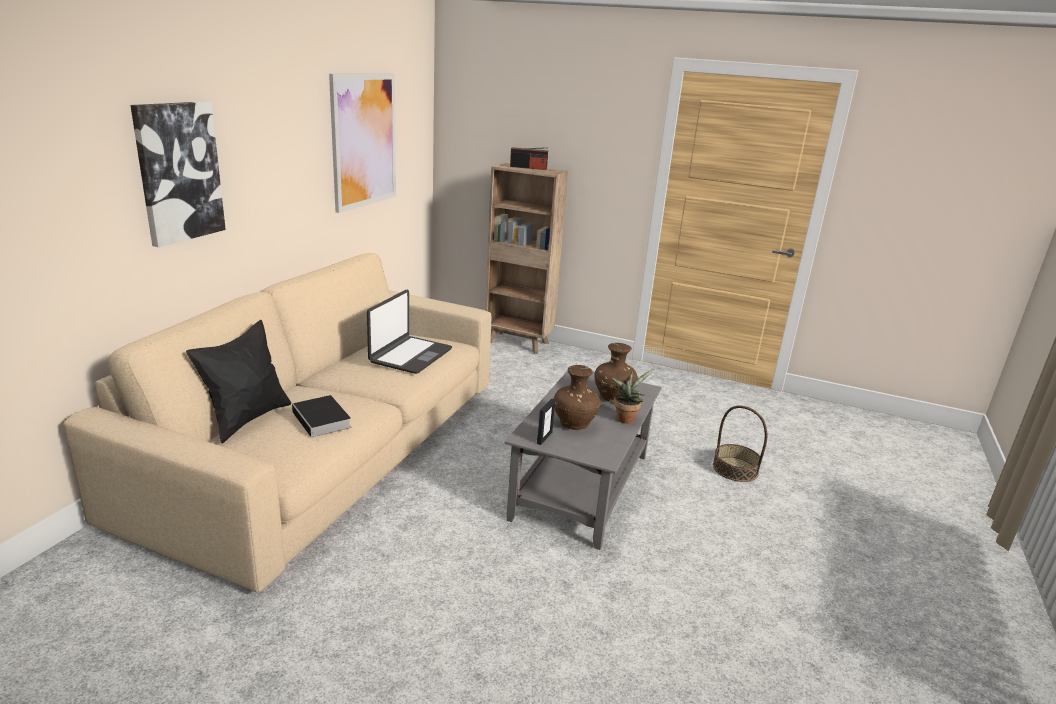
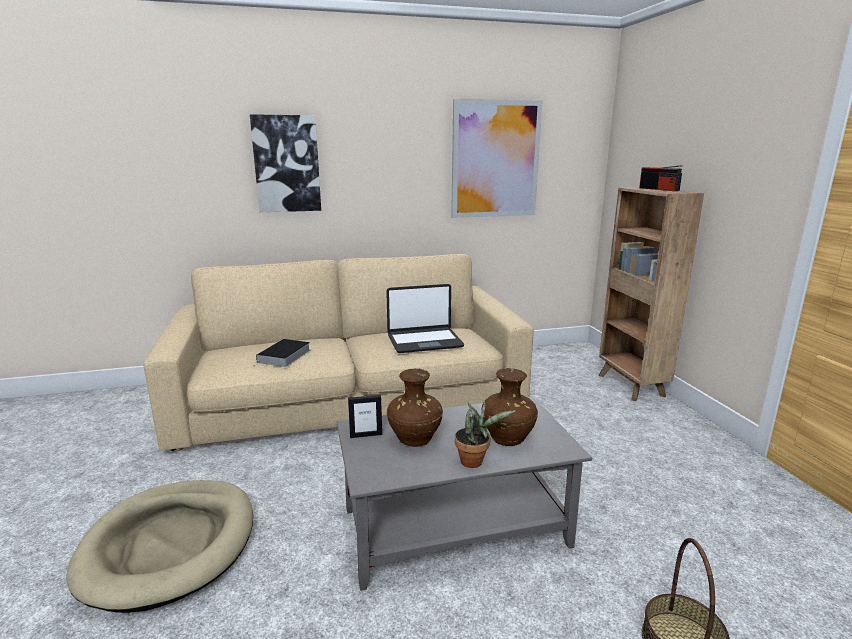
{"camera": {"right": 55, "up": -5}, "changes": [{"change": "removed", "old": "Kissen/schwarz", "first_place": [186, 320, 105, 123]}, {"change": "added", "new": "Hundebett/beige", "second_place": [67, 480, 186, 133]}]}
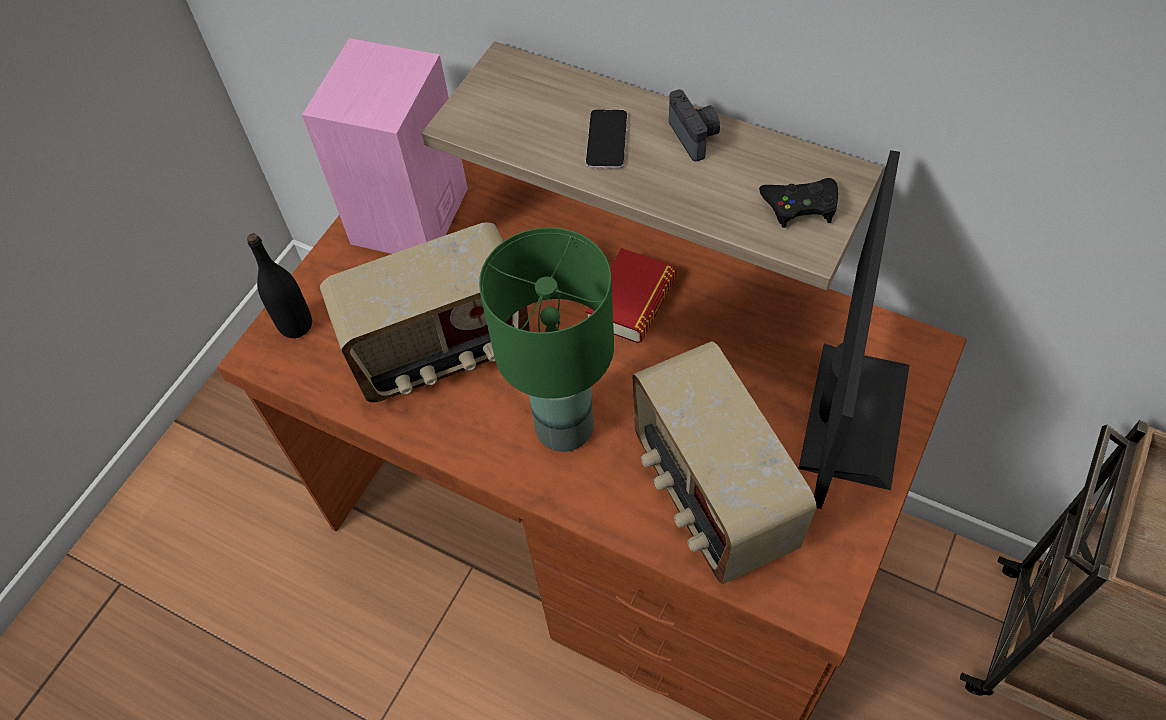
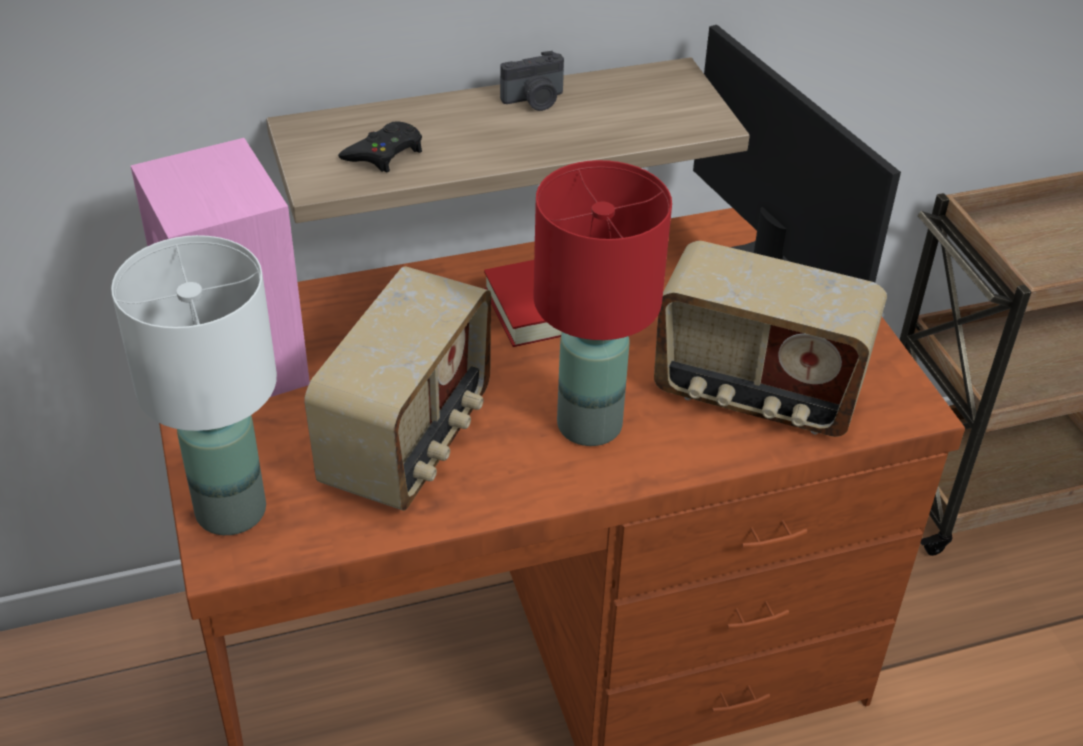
{"camera": {"right": -50, "up": -15}, "changes": [{"change": "removed", "old": "Handy", "first_place": [585, 109, 43, 60]}, {"change": "moved", "old": "Gamepad/schwarz", "first_place": [759, 178, 79, 50], "second_place": [338, 121, 84, 51]}, {"change": "replaced", "old": "Flasche/schwarz", "new": "Tischlampe/weiß", "first_place": [247, 233, 65, 105], "second_place": [111, 235, 166, 300]}, {"change": "recoloured", "old": "Tischlampe/grün", "new": "Tischlampe/rot", "first_place": [479, 227, 135, 225], "second_place": [533, 160, 139, 286]}, {"change": "turned", "old": "Kamera", "first_place": [669, 89, 51, 73], "second_place": [500, 51, 64, 60], "degrees": 135}]}
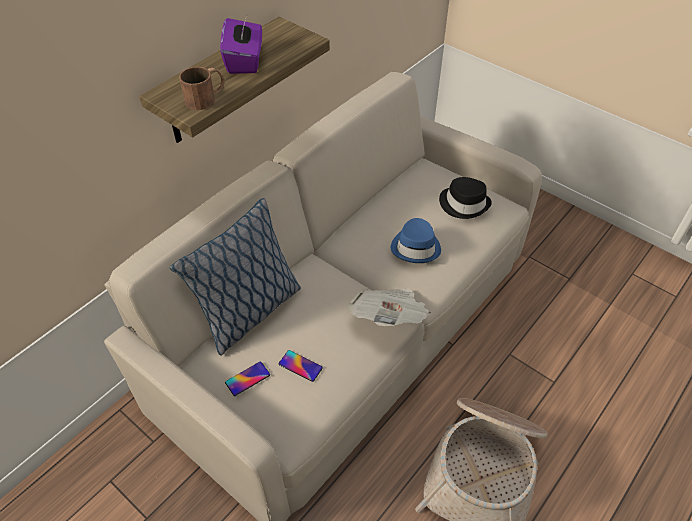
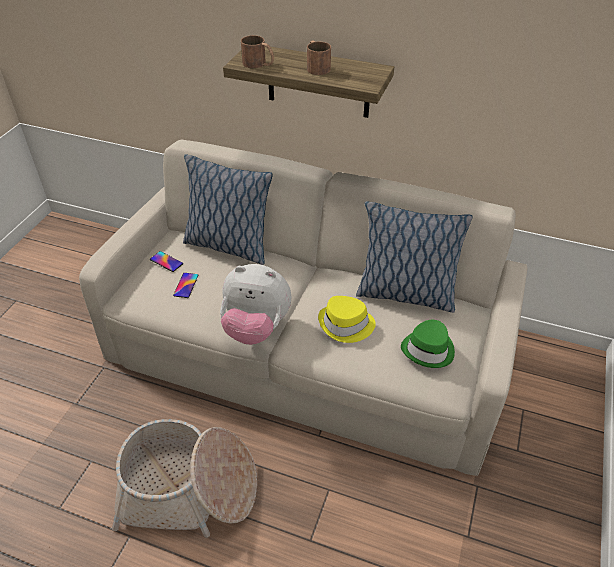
{"camera": {"right": 70, "up": -5}, "changes": [{"change": "added", "new": "Kissen", "second_place": [356, 201, 117, 112]}, {"change": "replaced", "old": "Taschentuchbox/lila", "new": "Henkelbecher/braun", "first_place": [220, 13, 42, 61], "second_place": [307, 40, 24, 35]}, {"change": "replaced", "old": "Zeitung", "new": "Plüschtier", "first_place": [348, 288, 83, 38], "second_place": [220, 264, 72, 81]}, {"change": "recoloured", "old": "Hut/blau", "new": "Hut/gelb", "first_place": [391, 218, 50, 45], "second_place": [318, 296, 58, 47]}, {"change": "recoloured", "old": "Hut/schwarz", "new": "Hut/grün", "first_place": [439, 177, 53, 42], "second_place": [401, 320, 54, 48]}]}
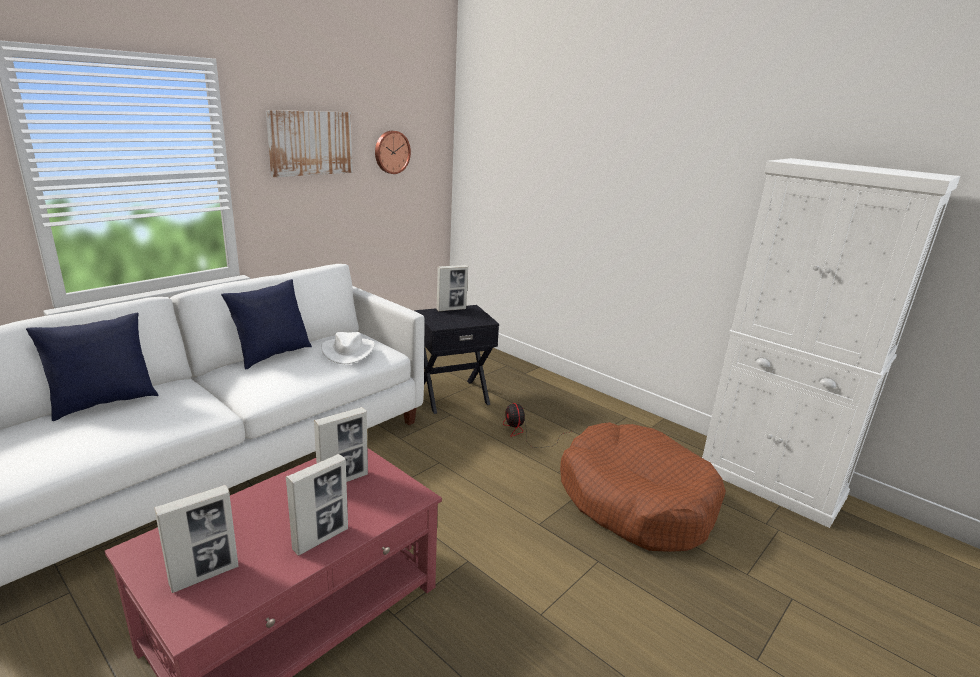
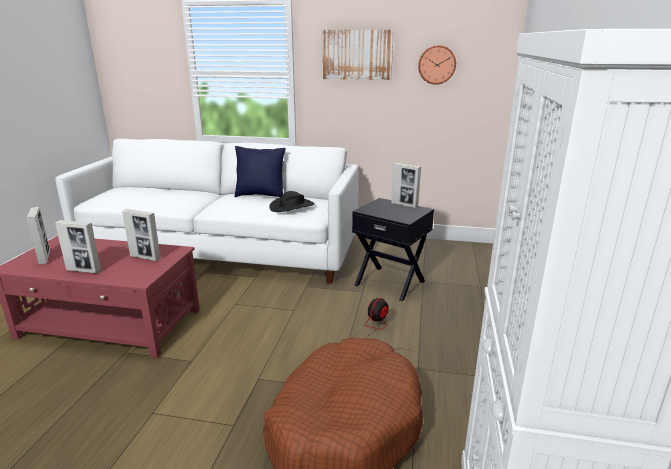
{"camera": {"right": 60, "up": 0}, "changes": [{"change": "removed", "old": "Kissen/blau", "first_place": [26, 313, 133, 108]}, {"change": "recoloured", "old": "Hut/weiß", "new": "Hut/schwarz", "first_place": [321, 332, 54, 32], "second_place": [269, 191, 46, 21]}, {"change": "turned", "old": "Bilderrahmen", "first_place": [154, 485, 85, 108], "second_place": [26, 207, 24, 58], "degrees": -135}]}
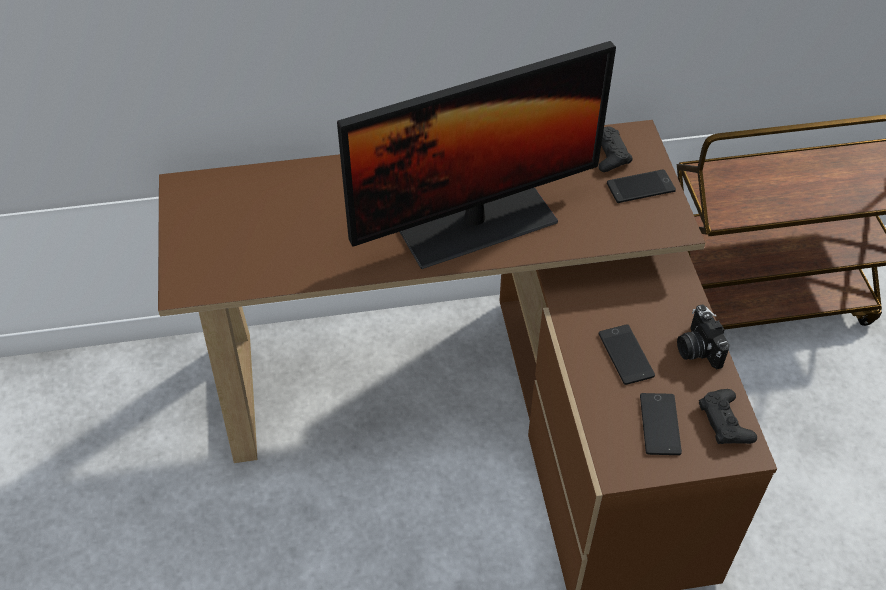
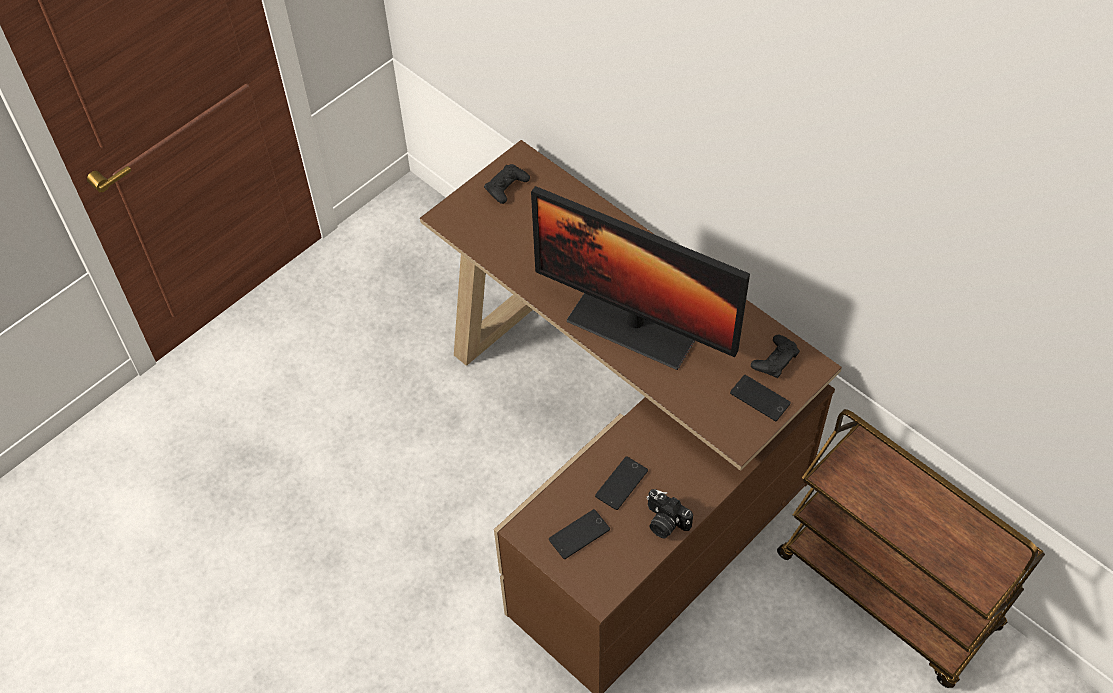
{"camera": {"right": 55, "up": 5}, "changes": [{"change": "moved", "old": "Gamepad/schwarz", "first_place": [699, 389, 58, 55], "second_place": [484, 164, 46, 40]}, {"change": "turned", "old": "Kamera", "first_place": [677, 305, 53, 64], "second_place": [647, 489, 46, 49], "degrees": -90}]}
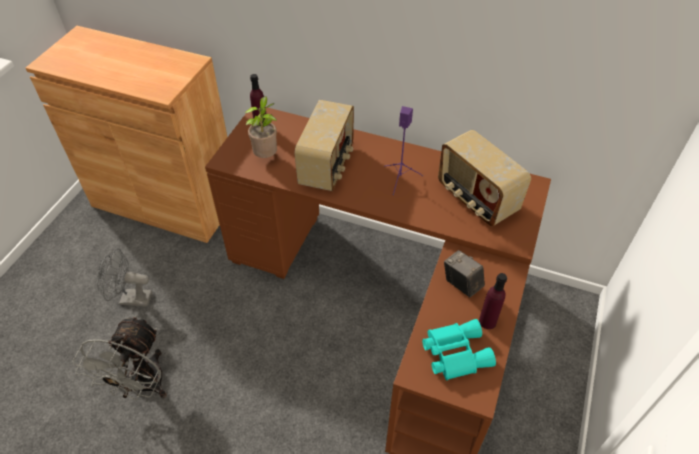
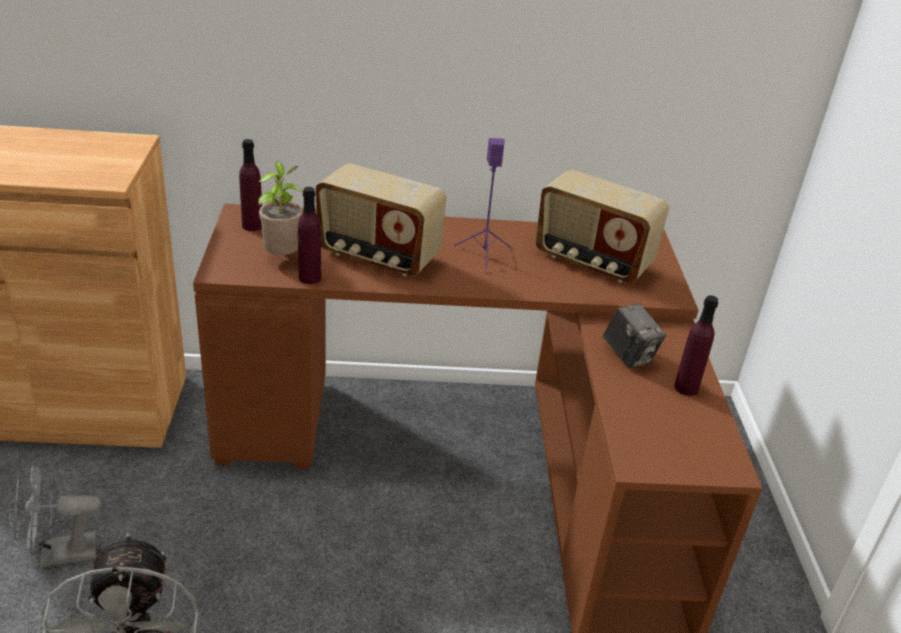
{"camera": {"right": -25, "up": -15}, "changes": [{"change": "removed", "old": "Fernglas/türkis", "first_place": [422, 319, 74, 62]}, {"change": "added", "new": "Flasche/lila", "second_place": [298, 187, 23, 97]}, {"change": "turned", "old": "Radio", "first_place": [294, 100, 60, 91], "second_place": [316, 163, 131, 113], "degrees": 120}, {"change": "turned", "old": "Kamera", "first_place": [444, 250, 41, 47], "second_place": [603, 303, 63, 65], "degrees": -150}]}
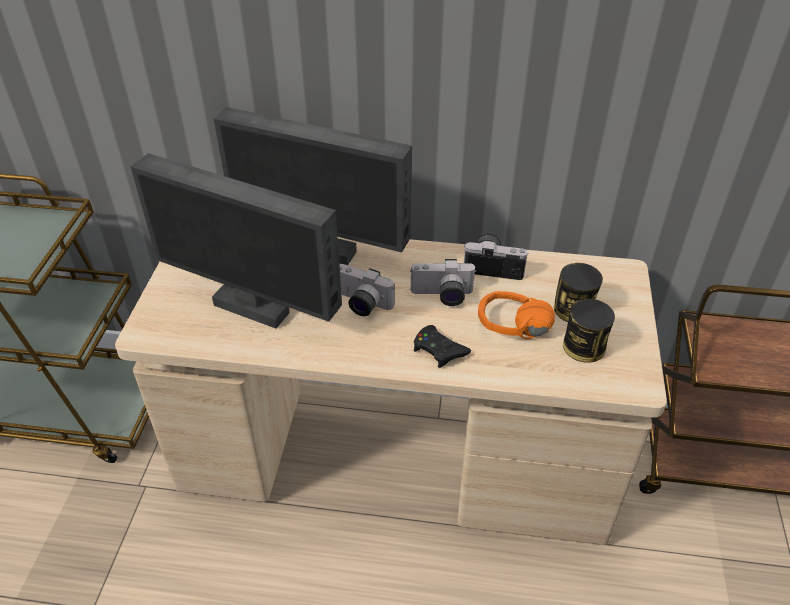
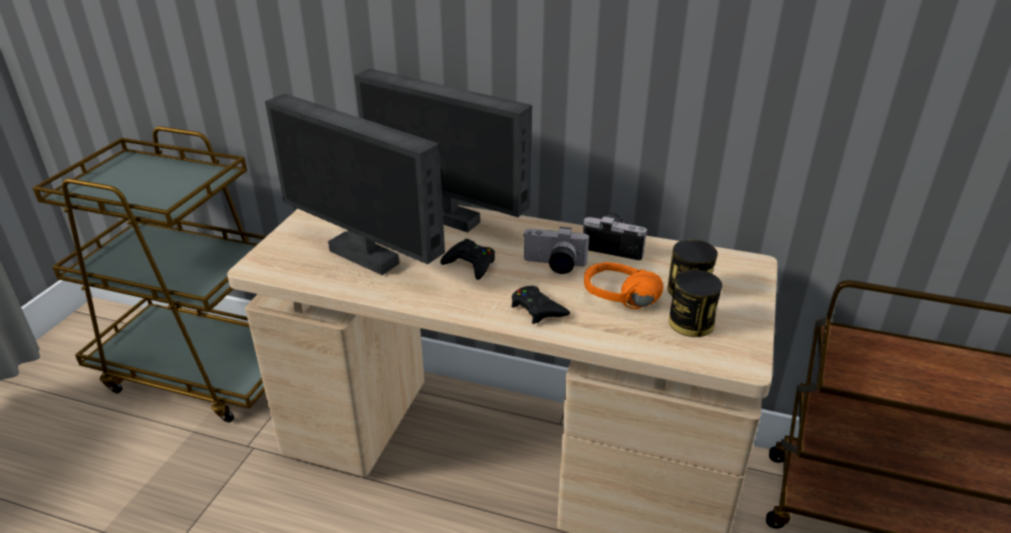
{"camera": {"right": 10, "up": -10}, "changes": [{"change": "replaced", "old": "Kamera", "new": "Gamepad/schwarz", "first_place": [339, 264, 55, 52], "second_place": [440, 239, 55, 41]}]}
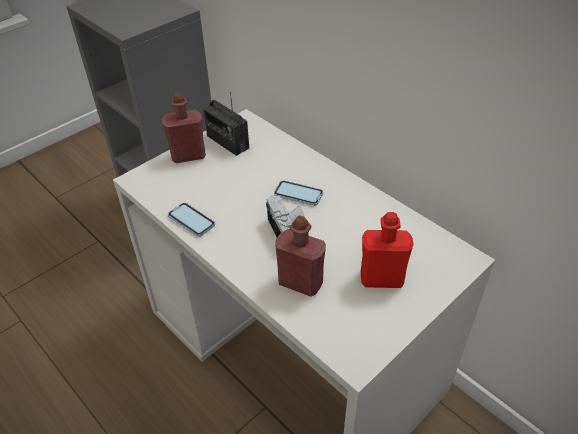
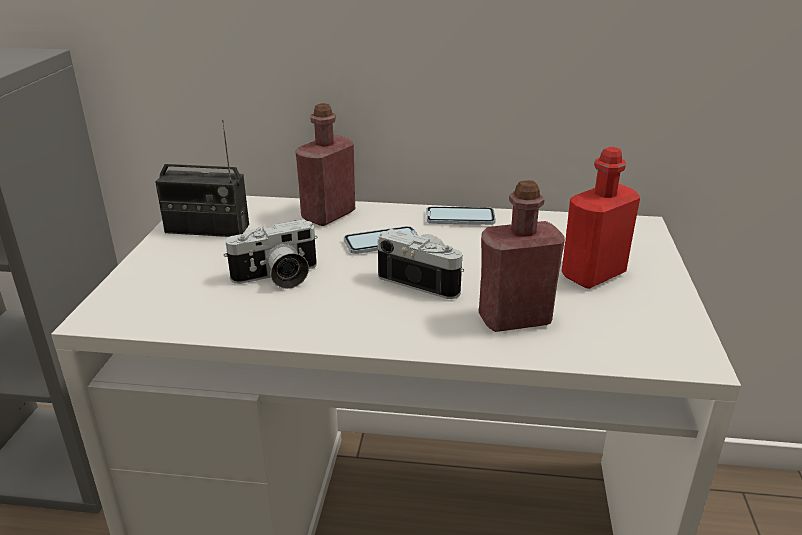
{"camera": {"right": -40, "up": -15}, "changes": [{"change": "added", "new": "Kamera", "second_place": [224, 219, 93, 70]}, {"change": "moved", "old": "Flasche/rot", "first_place": [162, 93, 44, 70], "second_place": [295, 103, 60, 123]}, {"change": "moved", "old": "Handy", "first_place": [168, 203, 47, 34], "second_place": [426, 206, 70, 19]}]}
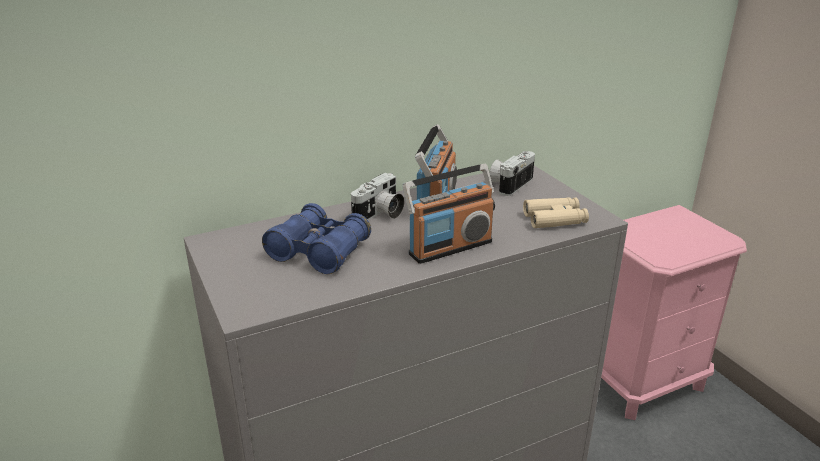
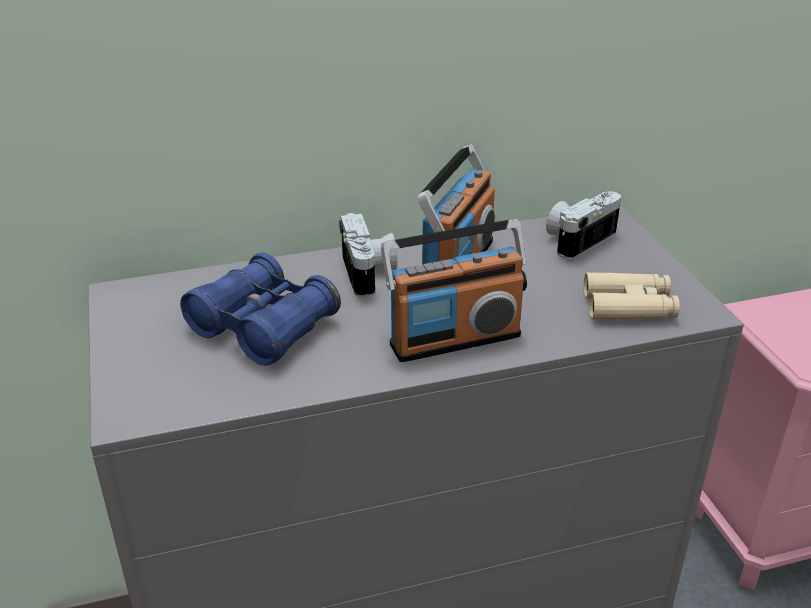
{"camera": {"right": 10, "up": 5}, "changes": [{"change": "turned", "old": "Kamera", "first_place": [351, 173, 54, 47], "second_place": [339, 213, 58, 85], "degrees": -60}]}
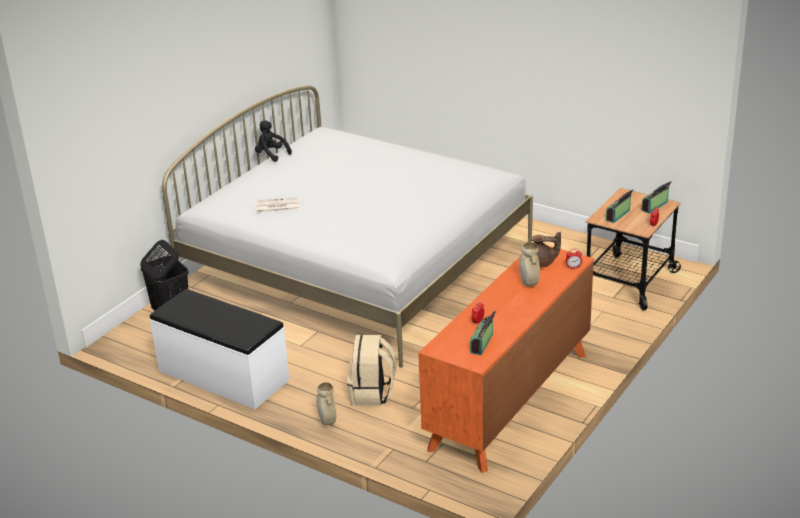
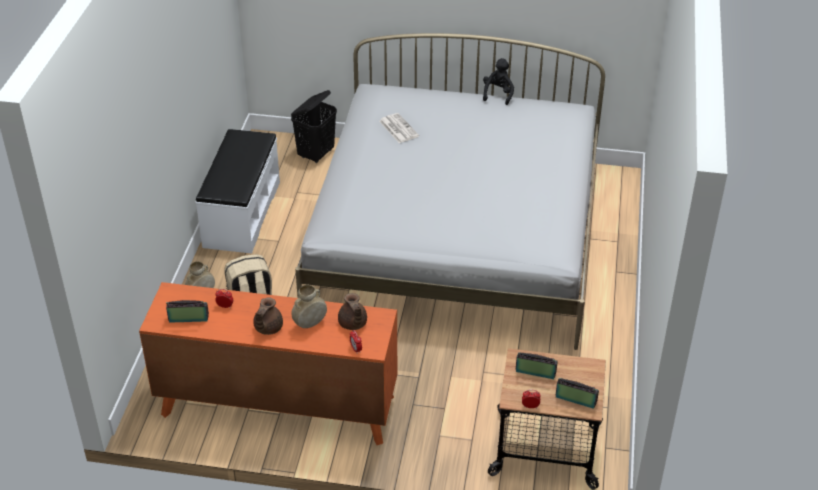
{"camera": {"right": 65, "up": 10}, "changes": [{"change": "added", "new": "Teekanne/braun", "second_place": [253, 297, 30, 38]}]}
